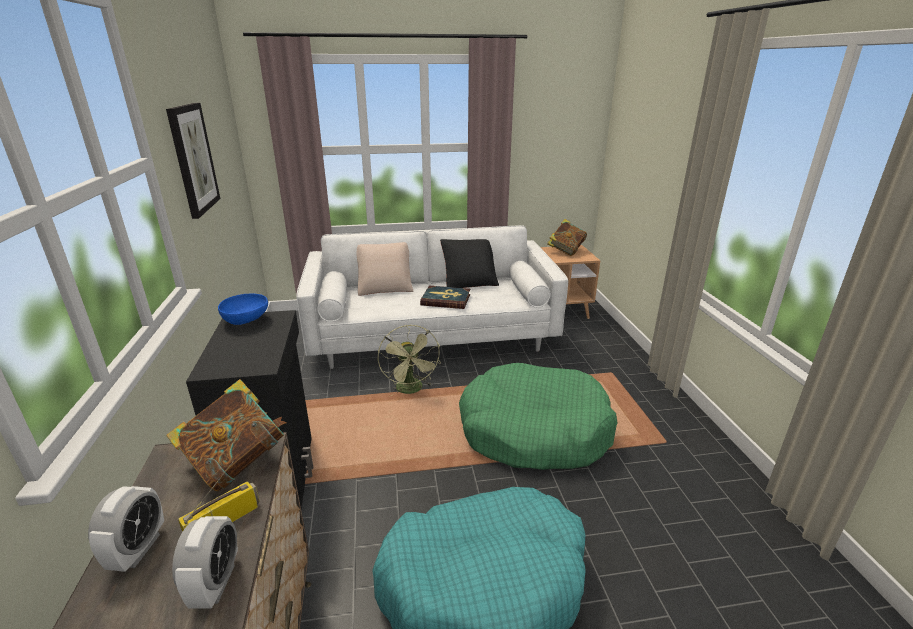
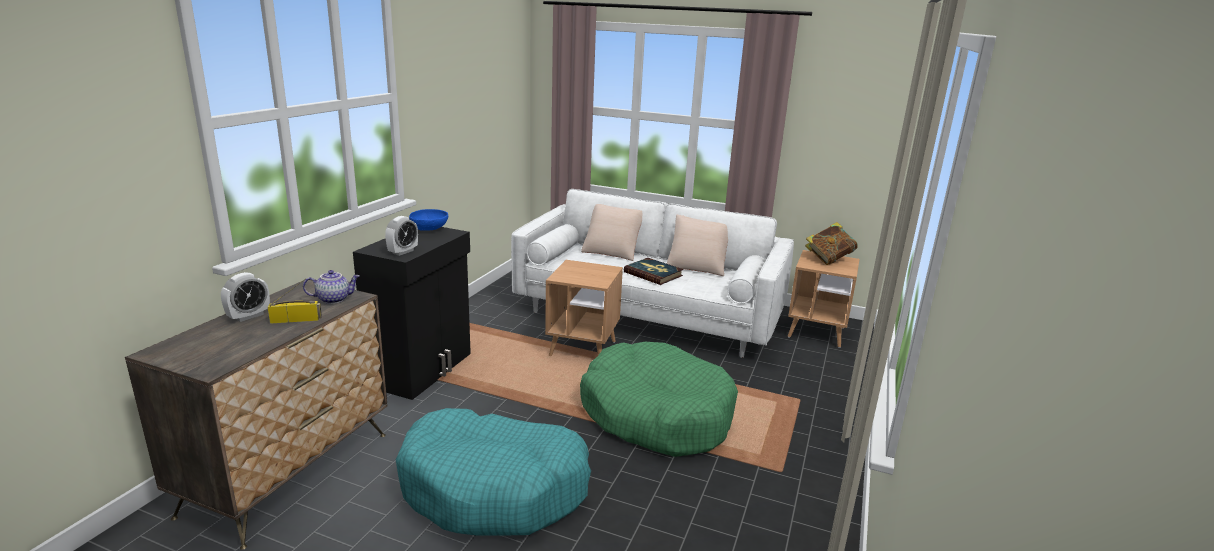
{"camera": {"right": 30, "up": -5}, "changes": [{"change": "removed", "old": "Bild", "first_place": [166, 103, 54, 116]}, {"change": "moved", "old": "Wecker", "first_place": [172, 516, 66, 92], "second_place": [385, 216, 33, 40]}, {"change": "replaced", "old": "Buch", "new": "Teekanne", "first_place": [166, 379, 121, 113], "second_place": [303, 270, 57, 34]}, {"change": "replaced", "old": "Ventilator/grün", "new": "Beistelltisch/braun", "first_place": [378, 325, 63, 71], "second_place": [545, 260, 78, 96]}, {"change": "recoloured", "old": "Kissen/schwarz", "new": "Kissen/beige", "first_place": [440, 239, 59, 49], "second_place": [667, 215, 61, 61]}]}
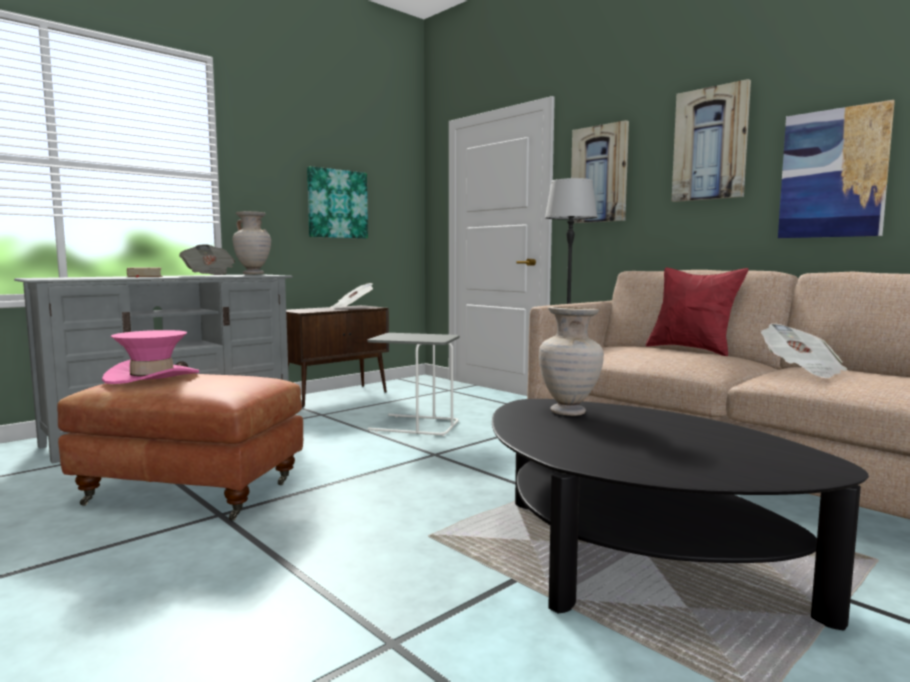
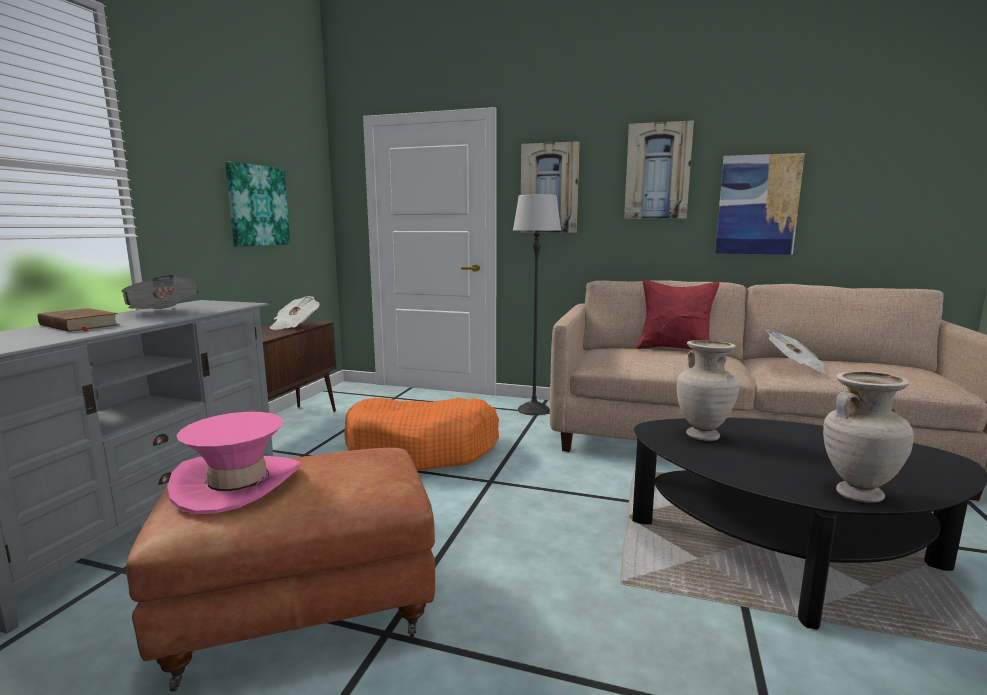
{"camera": {"right": -30, "up": 5}, "changes": [{"change": "moved", "old": "Vase/beige", "first_place": [233, 211, 38, 63], "second_place": [823, 371, 91, 132]}, {"change": "replaced", "old": "Beistelltisch/grau", "new": "Hundebett/orange", "first_place": [368, 333, 92, 103], "second_place": [344, 398, 155, 73]}]}
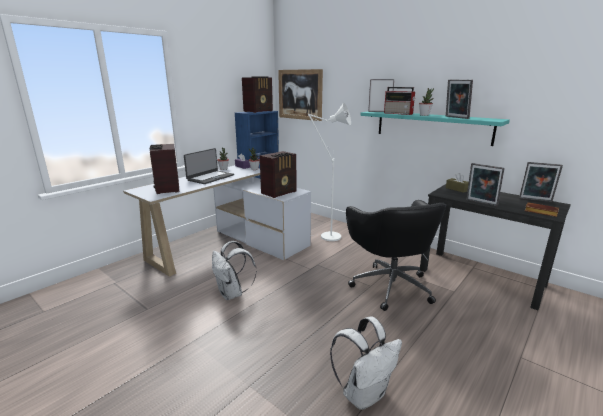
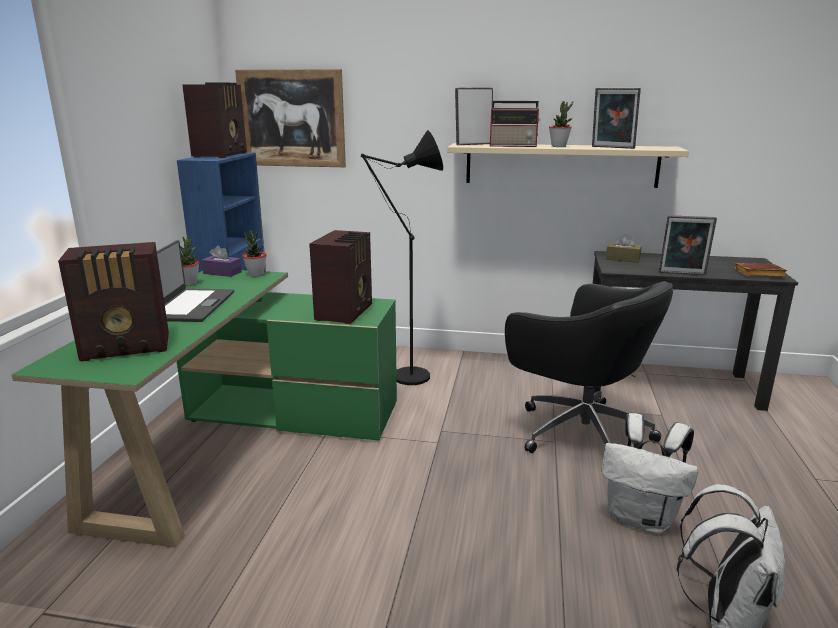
{"camera": {"right": -30, "up": 0}, "changes": [{"change": "removed", "old": "Bilderrahmen", "first_place": [519, 162, 44, 40]}, {"change": "moved", "old": "Rucksack/weiß", "first_place": [212, 241, 45, 59], "second_place": [602, 413, 96, 121]}, {"change": "recoloured", "old": "Schreibtisch/weiß", "new": "Schreibtisch/grün", "first_place": [123, 165, 188, 112], "second_place": [12, 270, 385, 278]}, {"change": "recoloured", "old": "Stehlampe/weiß", "new": "Stehlampe/schwarz", "first_place": [308, 103, 43, 138], "second_place": [361, 130, 82, 255]}, {"change": "recoloured", "old": "Wandregal/türkis", "new": "Wandregal/beige", "first_place": [360, 112, 150, 34], "second_place": [447, 143, 242, 45]}, {"change": "turned", "old": "Radio", "first_place": [149, 144, 30, 50], "second_place": [58, 242, 111, 120], "degrees": -60}]}
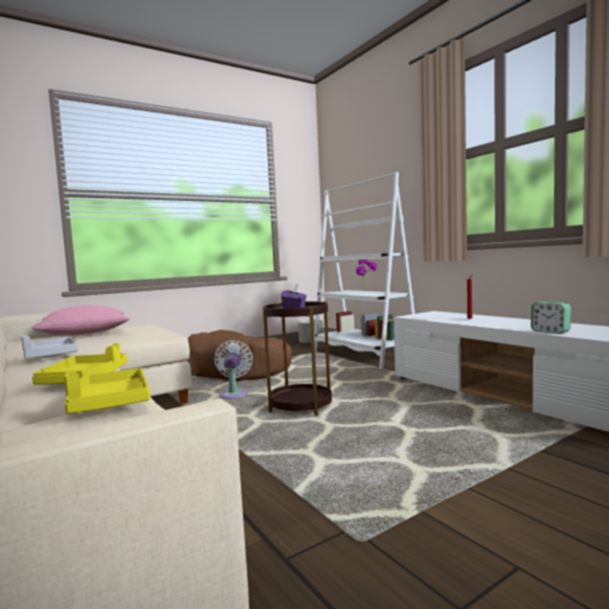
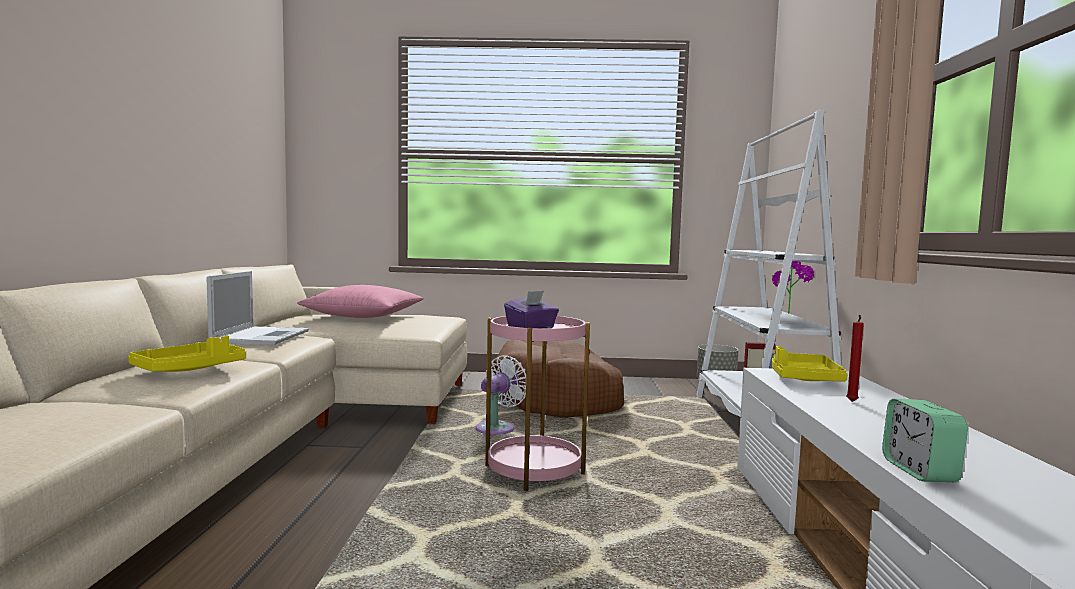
{"camera": {"right": 35, "up": 0}, "changes": [{"change": "moved", "old": "Tablett/gelb", "first_place": [64, 368, 86, 46], "second_place": [772, 346, 75, 36]}, {"change": "replaced", "old": "Tablett/grau", "new": "Laptop", "first_place": [21, 335, 57, 23], "second_place": [206, 271, 103, 74]}, {"change": "recoloured", "old": "Beistelltisch/braun", "new": "Beistelltisch/rosa", "first_place": [263, 301, 69, 115], "second_place": [485, 316, 105, 175]}]}
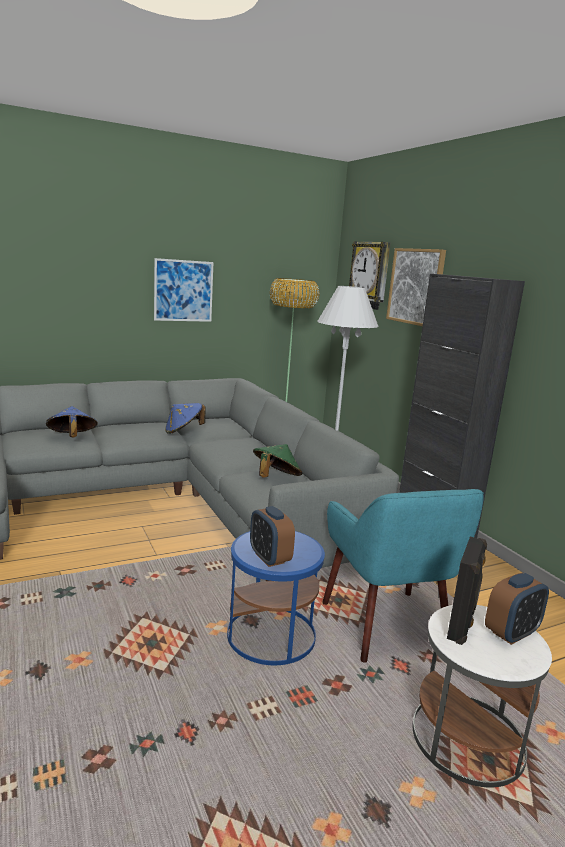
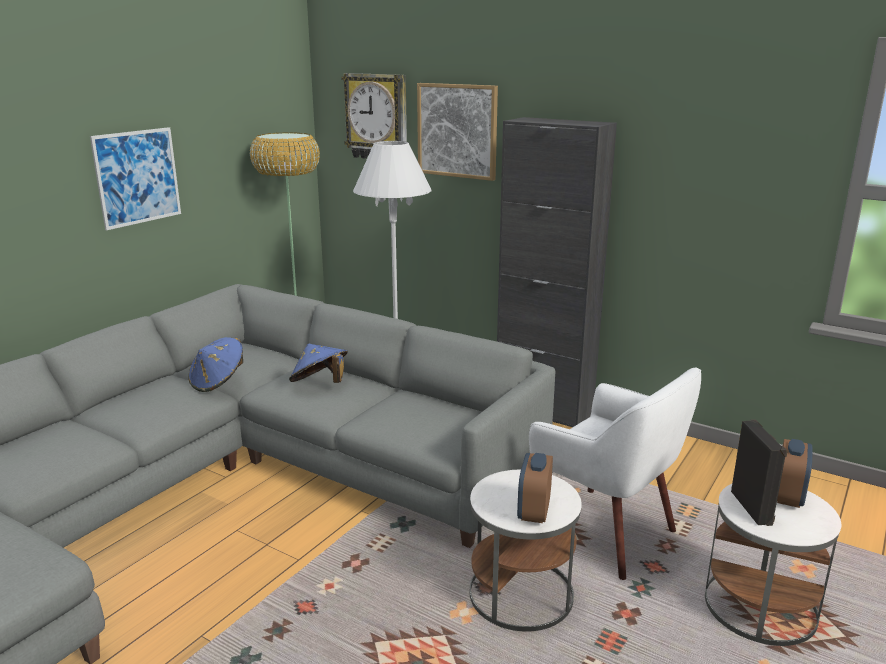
{"camera": {"right": -30, "up": 5}, "changes": [{"change": "removed", "old": "Hut/grün", "first_place": [253, 444, 49, 34]}, {"change": "moved", "old": "Hut/blau", "first_place": [46, 406, 52, 32], "second_place": [289, 343, 59, 40]}, {"change": "recoloured", "old": "Beistelltisch/blau", "new": "Beistelltisch/weiß", "first_place": [227, 531, 98, 134], "second_place": [470, 470, 112, 162]}, {"change": "recoloured", "old": "Sessel/türkis", "new": "Sessel/weiß", "first_place": [322, 489, 162, 174], "second_place": [529, 368, 172, 212]}, {"change": "turned", "old": "Wecker", "first_place": [250, 506, 45, 61], "second_place": [517, 453, 36, 70], "degrees": 75}]}
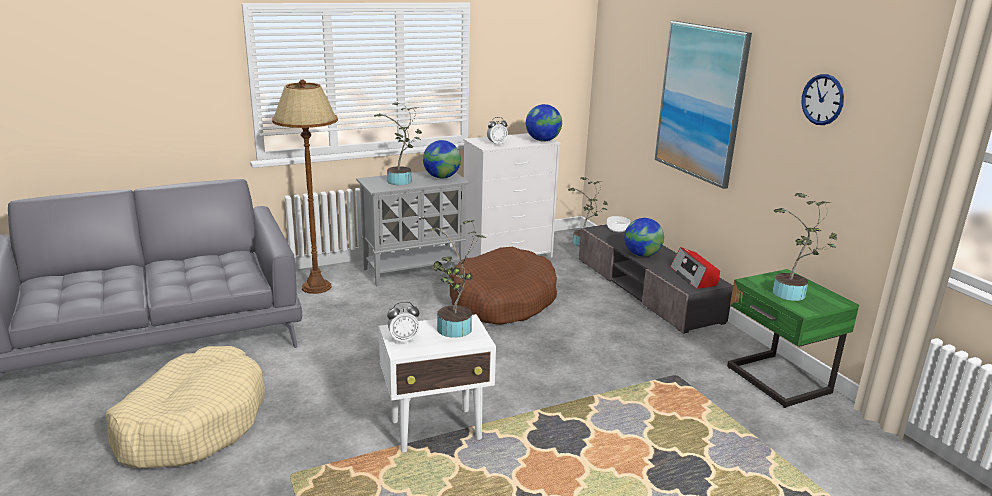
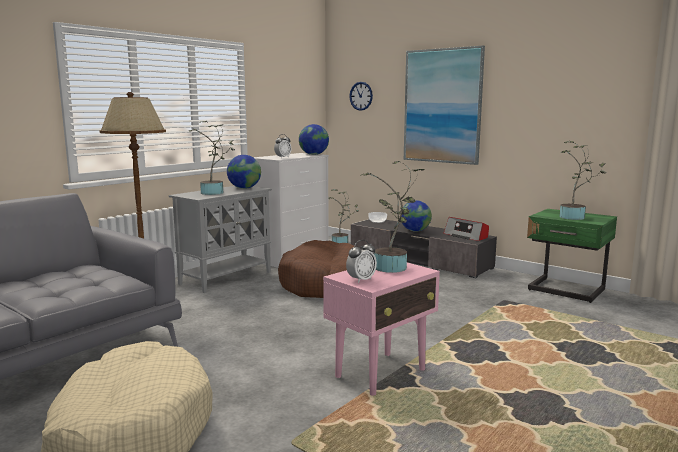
{"camera": {"right": -25, "up": -10}, "changes": [{"change": "moved", "old": "Wanduhr", "first_place": [801, 74, 43, 51], "second_place": [349, 82, 24, 29]}, {"change": "recoloured", "old": "Beistelltisch/weiß", "new": "Beistelltisch/rosa", "first_place": [379, 314, 117, 138], "second_place": [323, 262, 117, 134]}]}
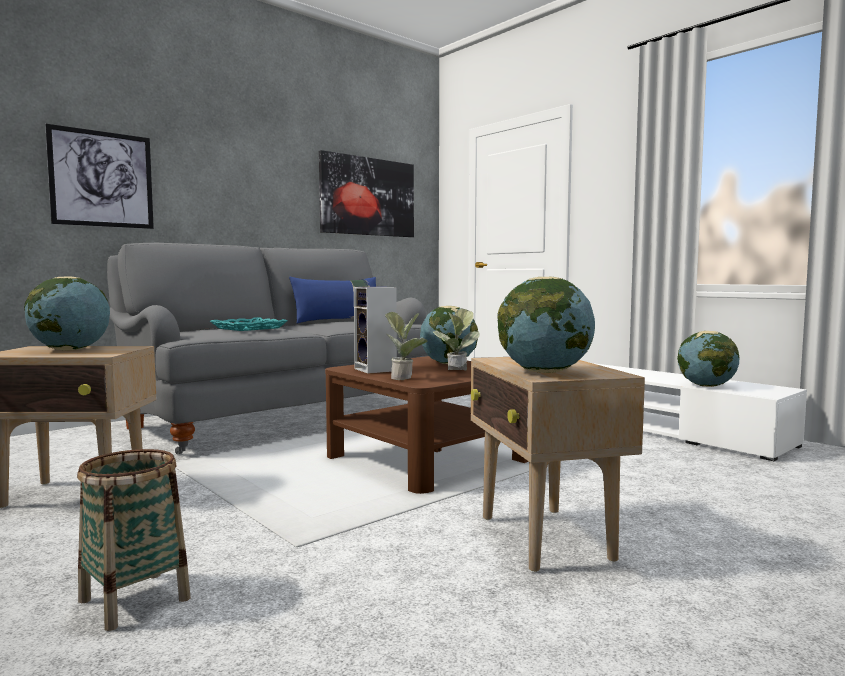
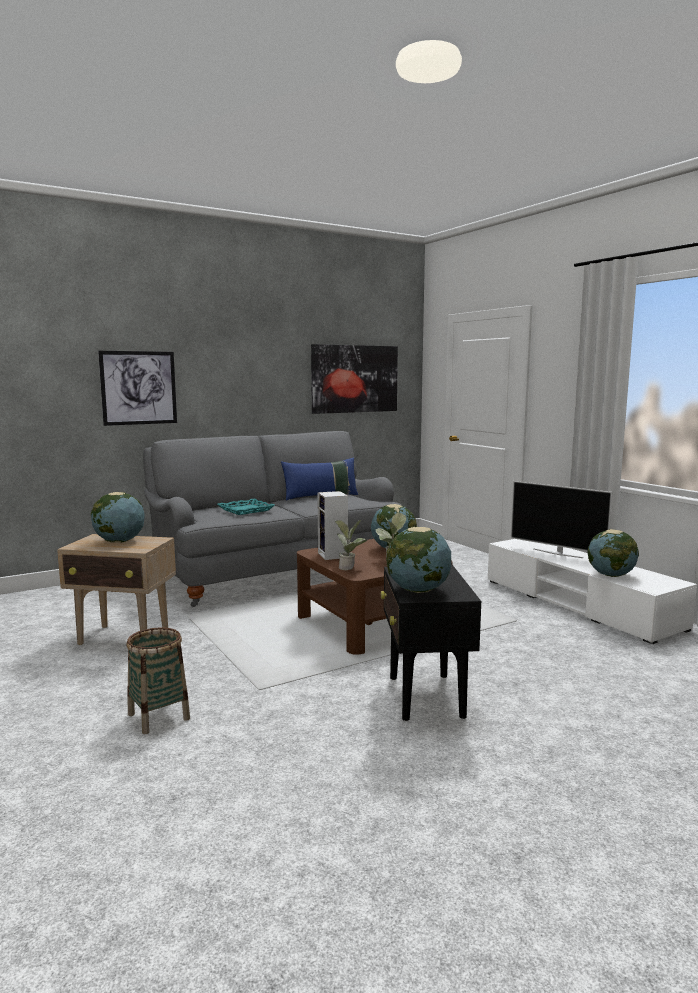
{"camera": {"right": 10, "up": 5}, "changes": [{"change": "added", "new": "Fernseher", "second_place": [511, 481, 101, 77]}, {"change": "recoloured", "old": "Beistelltisch/beige", "new": "Beistelltisch/schwarz", "first_place": [471, 357, 174, 215], "second_place": [381, 565, 100, 156]}]}
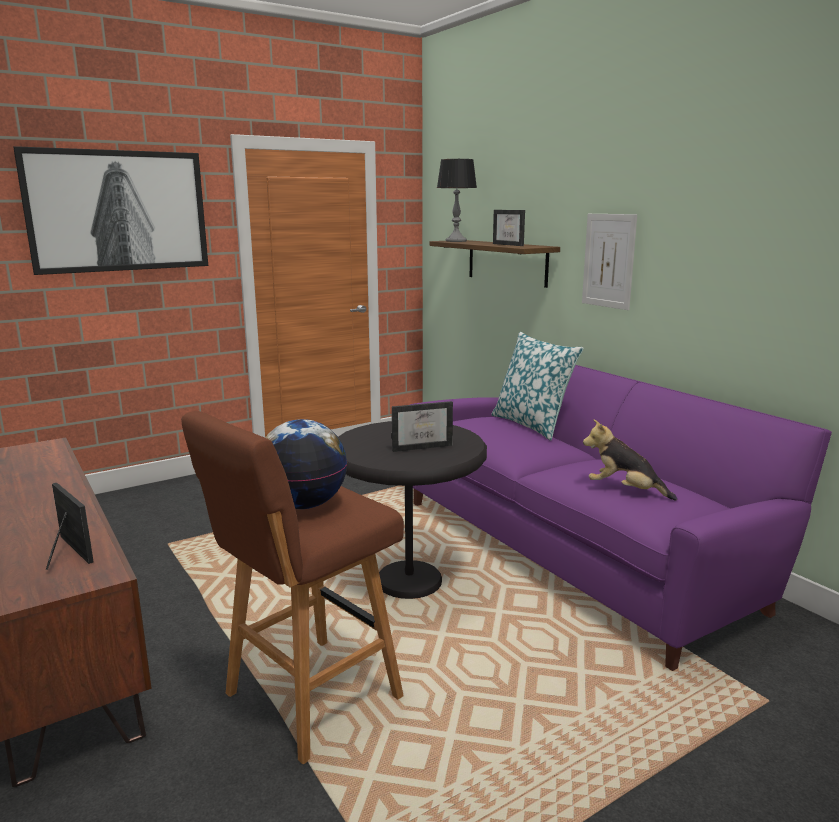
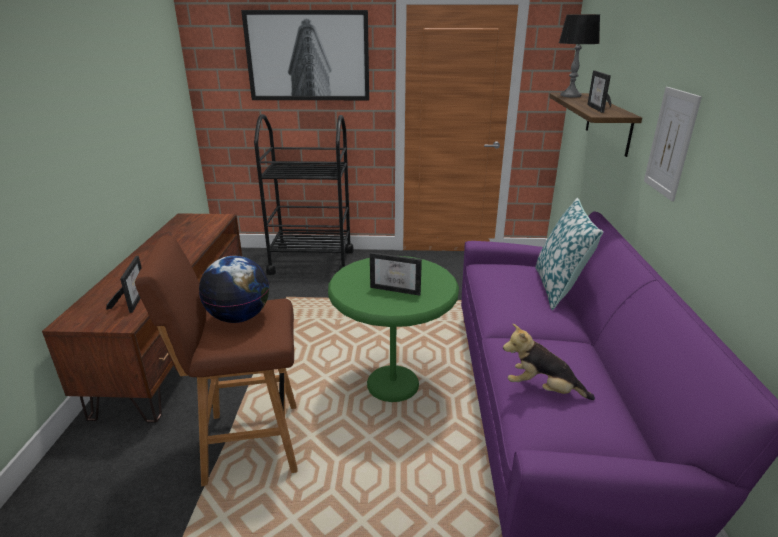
{"camera": {"right": 35, "up": 10}, "changes": [{"change": "added", "new": "Rollwagen/schwarz", "second_place": [254, 114, 100, 161]}, {"change": "recoloured", "old": "Beistelltisch/schwarz", "new": "Beistelltisch/grün", "first_place": [338, 421, 149, 178], "second_place": [328, 256, 131, 146]}, {"change": "turned", "old": "Plüschtier", "first_place": [583, 419, 94, 82], "second_place": [503, 324, 92, 76], "degrees": -45}]}
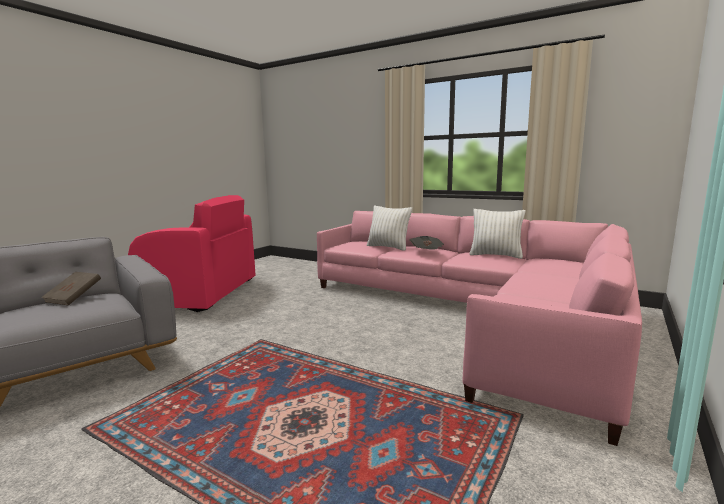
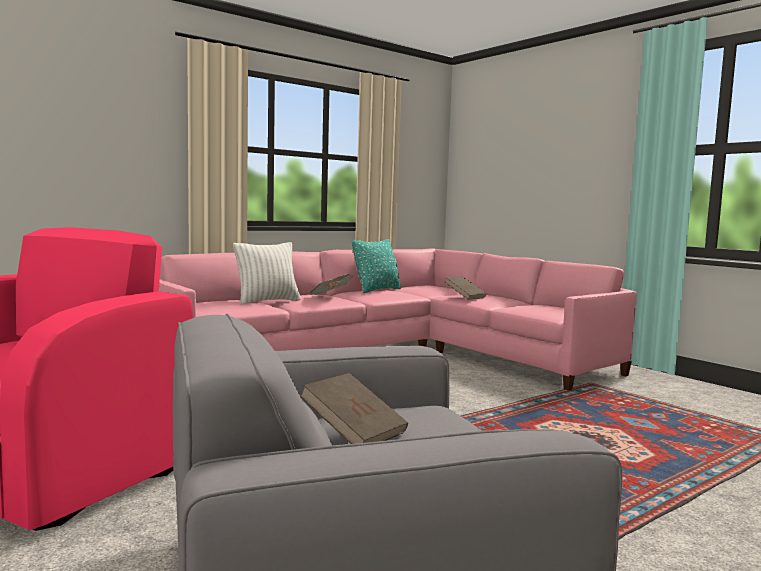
{"camera": {"right": -70, "up": -5}, "changes": [{"change": "added", "new": "Buch/braun", "second_place": [445, 277, 41, 23]}, {"change": "recoloured", "old": "Kissen/weiß", "new": "Kissen/türkis", "first_place": [470, 209, 55, 50], "second_place": [352, 239, 49, 54]}]}
